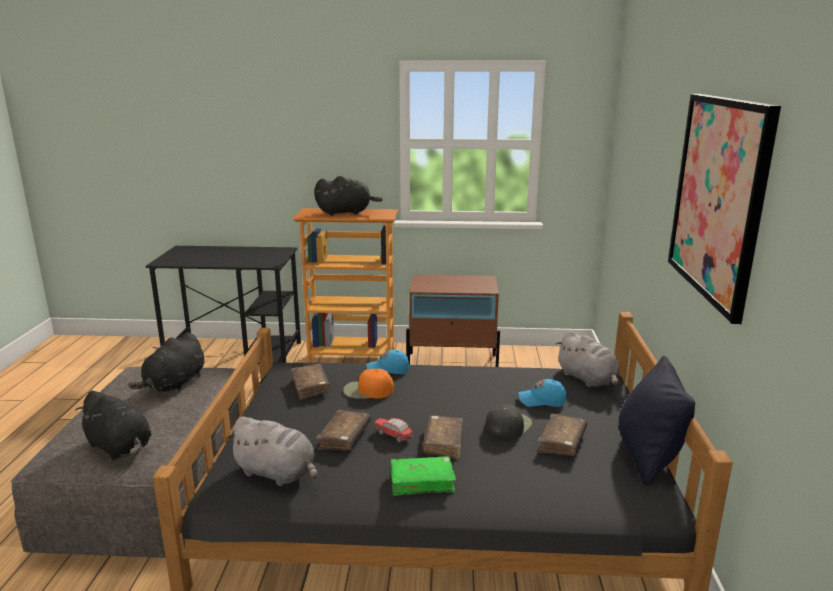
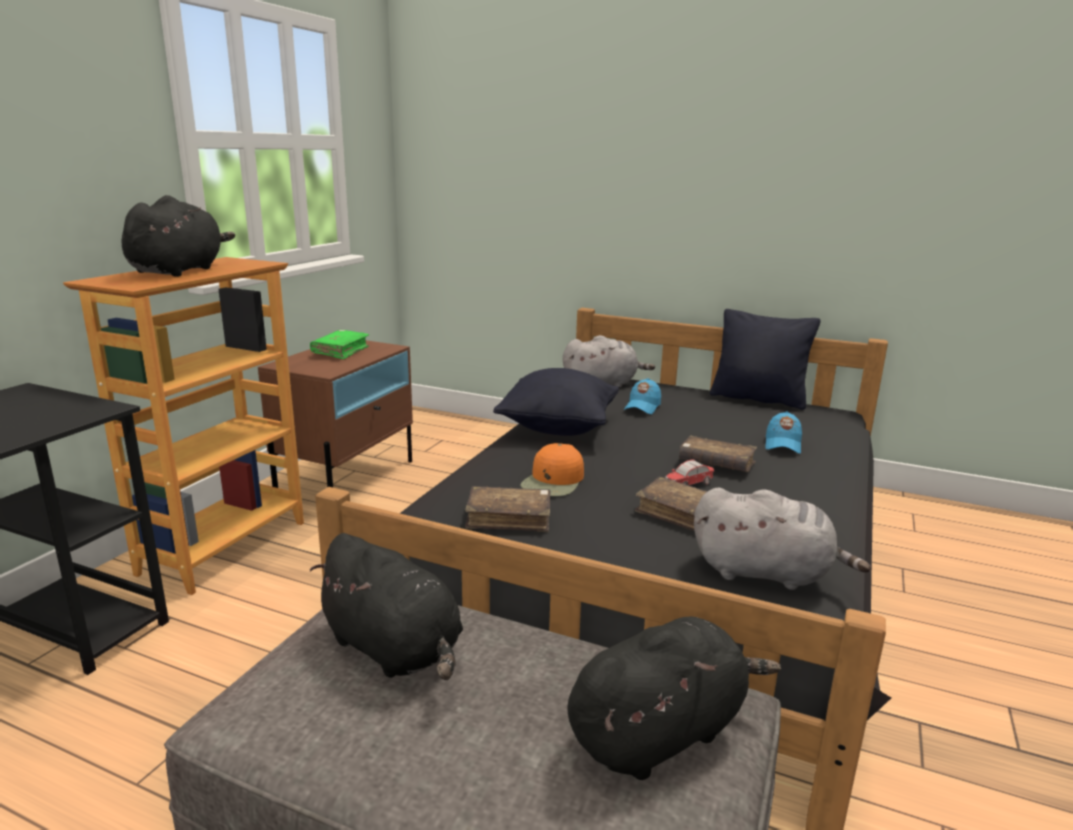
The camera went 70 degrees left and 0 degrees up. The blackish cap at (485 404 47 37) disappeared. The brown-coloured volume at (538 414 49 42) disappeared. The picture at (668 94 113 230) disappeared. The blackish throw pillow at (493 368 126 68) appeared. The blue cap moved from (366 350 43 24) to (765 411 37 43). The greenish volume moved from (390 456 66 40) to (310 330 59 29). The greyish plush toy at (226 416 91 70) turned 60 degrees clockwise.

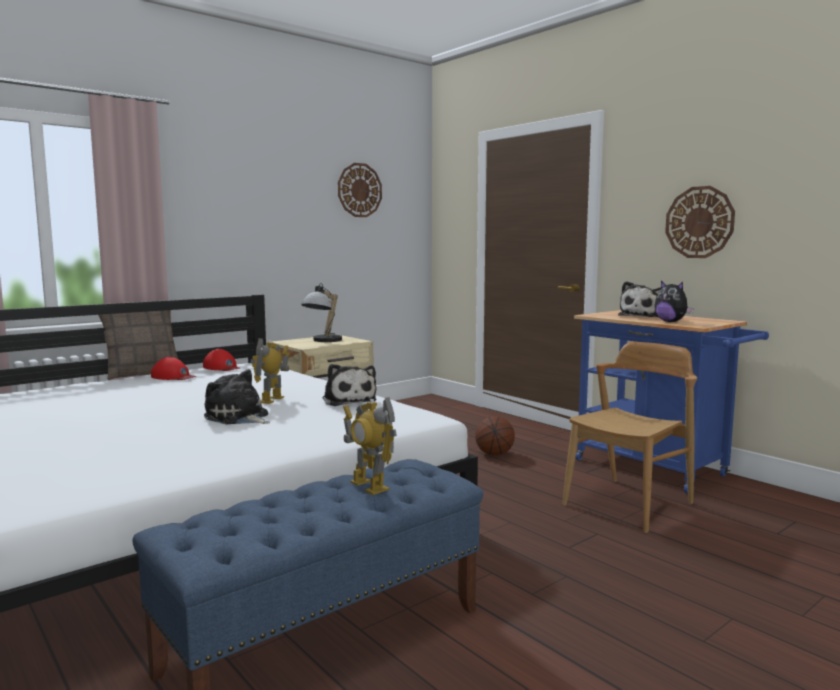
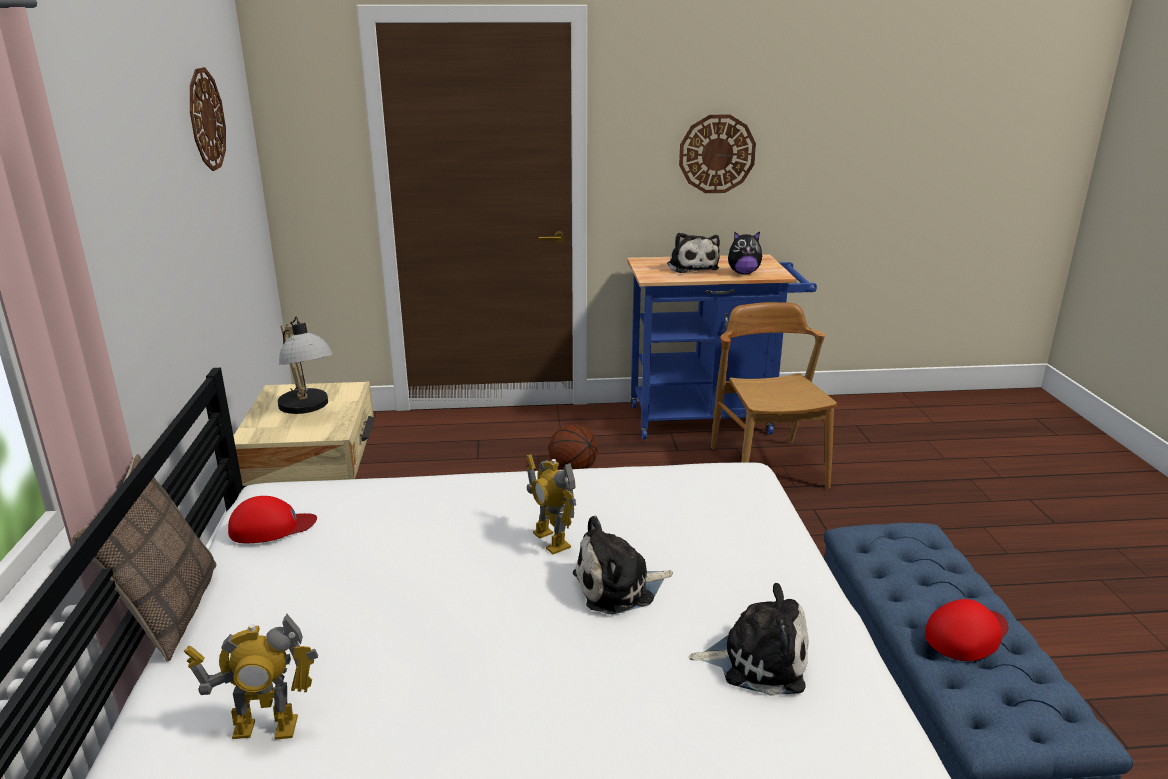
The camera went 55 degrees left and 15 degrees up. The reddish cap moved from (151 357 45 23) to (925 599 83 62). The plush toy moved from (323 364 54 42) to (689 583 120 113). The toy robot moved from (343 397 54 98) to (184 614 134 126).

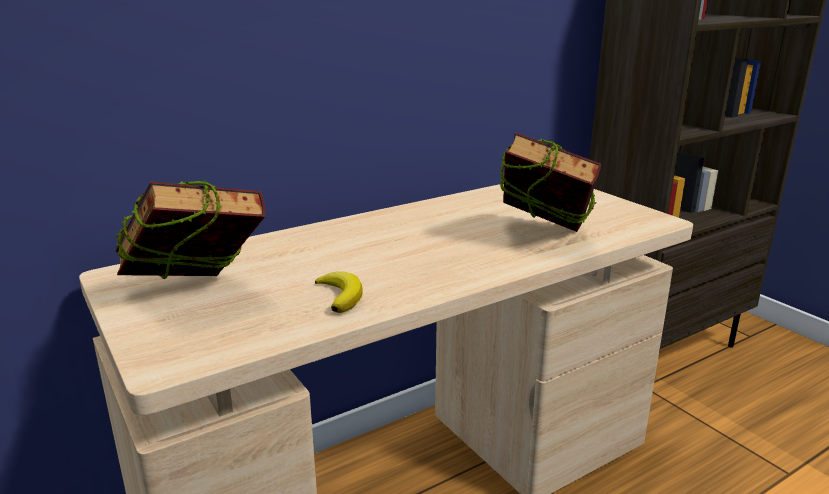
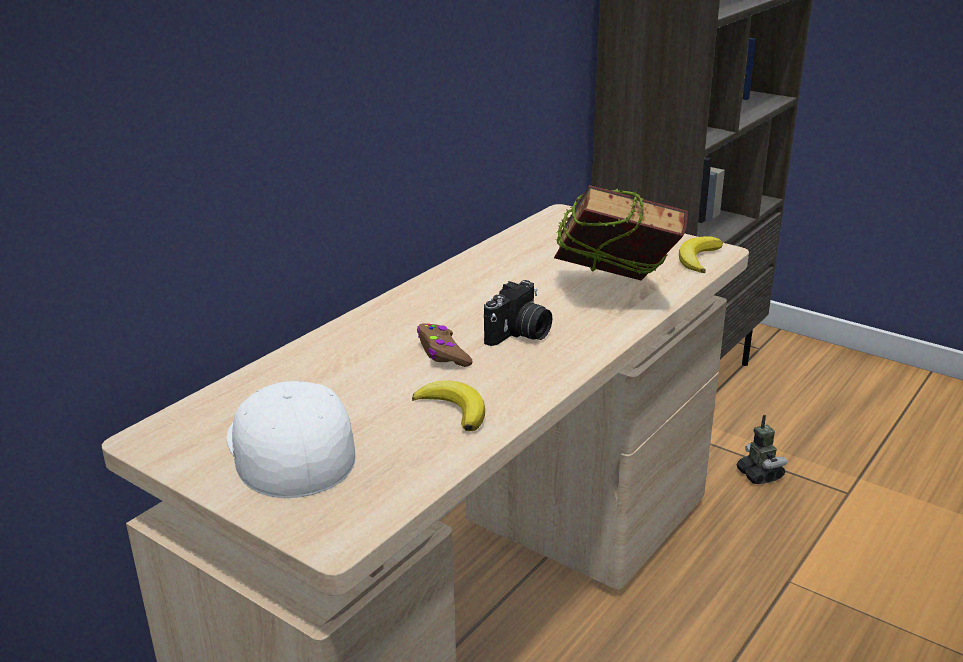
The camera went 20 degrees left and 5 degrees up. The brown-coloured game controller at (417 323 56 44) appeared. The still camera at (484 280 68 66) appeared. The whole banana at (679 236 44 37) appeared. The toy robot at (736 415 51 69) appeared. The volume at (115 180 150 99) was replaced by the white cap at (227 381 129 117).

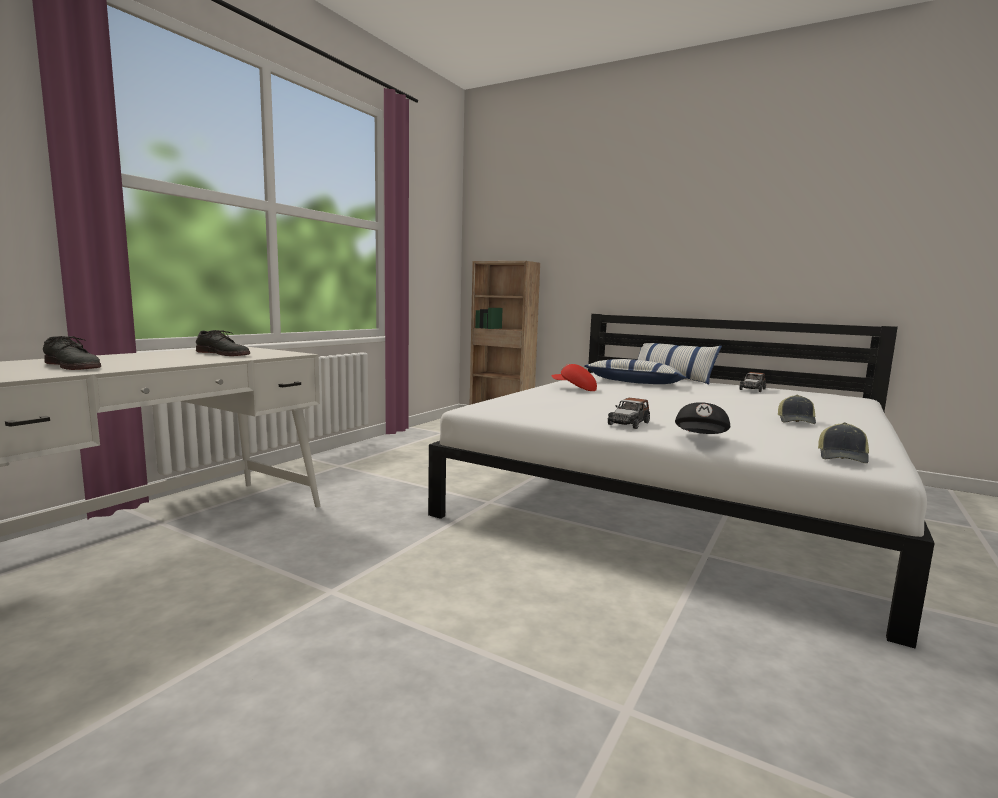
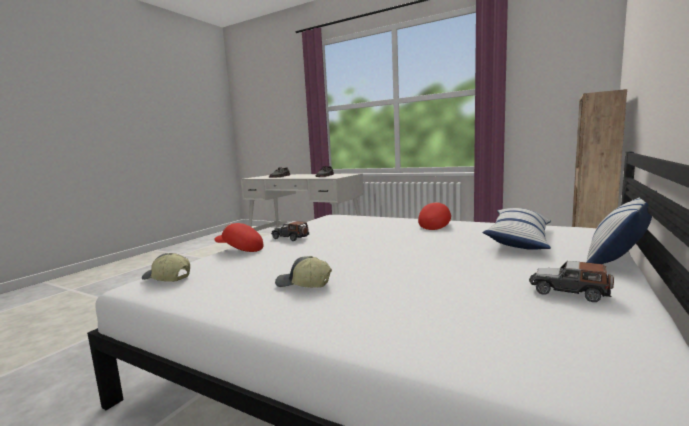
The camera went 90 degrees right and 0 degrees up. The blackish cap at (675 402 55 32) became the reddish cap at (215 223 48 29).

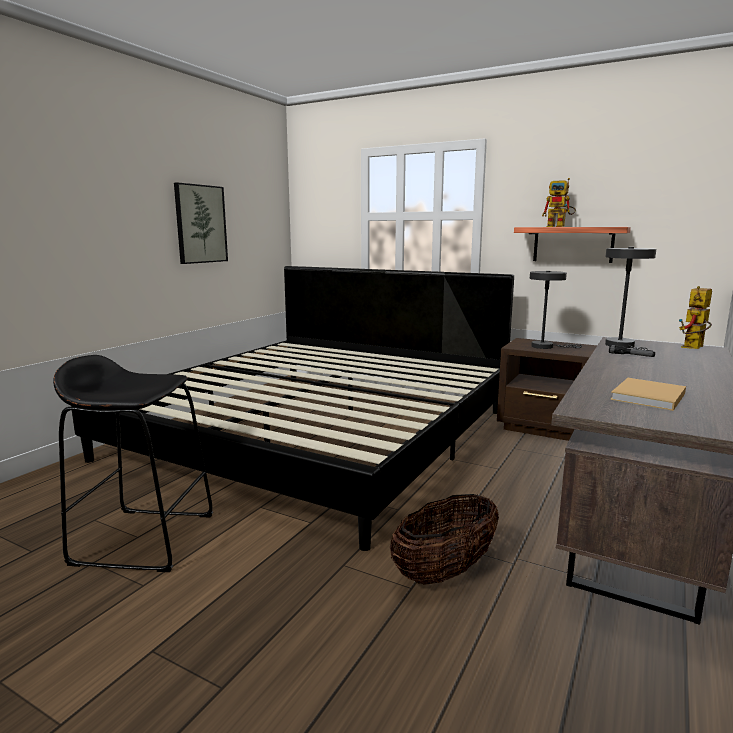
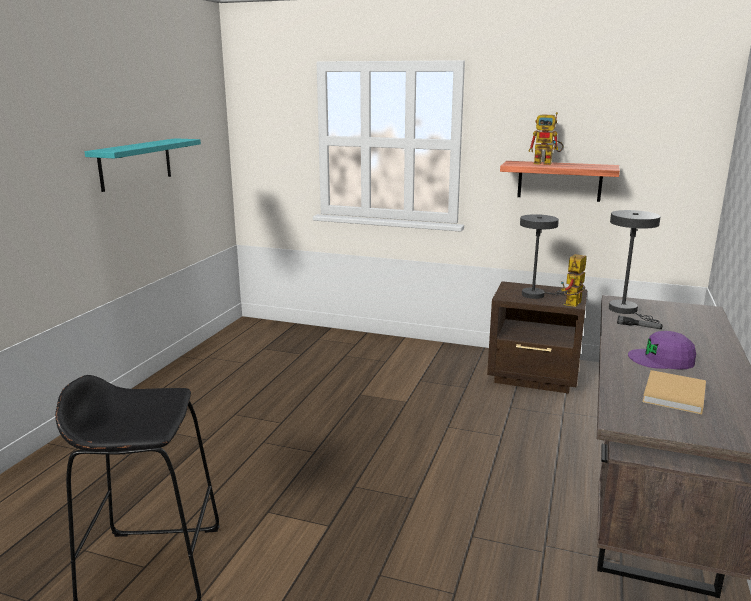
The camera went 10 degrees left and 5 degrees up. The sleeping bed at (71 266 443 285) disappeared. The storage basket at (390 494 109 91) disappeared. The purplish cap at (628 331 68 39) appeared. The toy robot moved from (679 286 33 63) to (561 254 26 53). The picture at (174 182 54 82) was replaced by the blue-green shelf at (85 138 116 54).

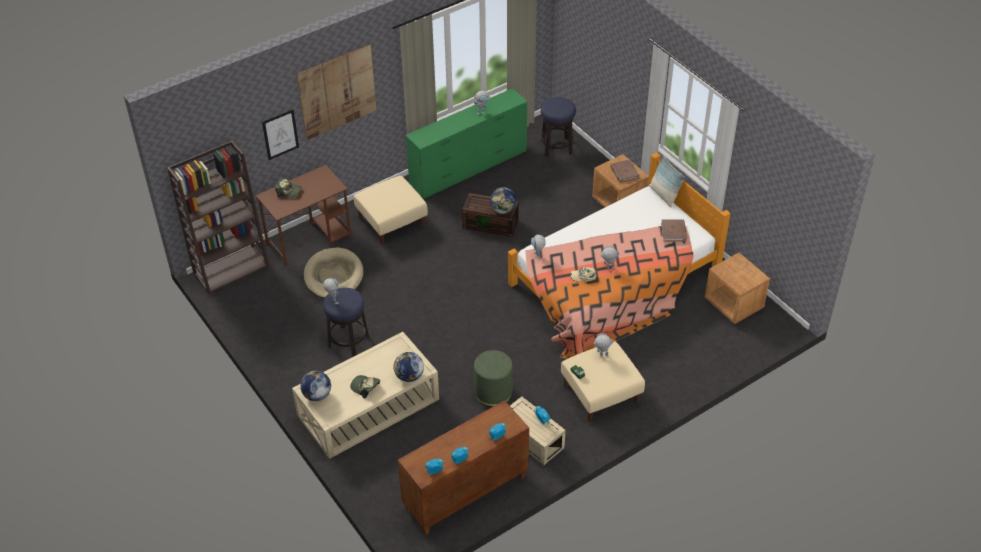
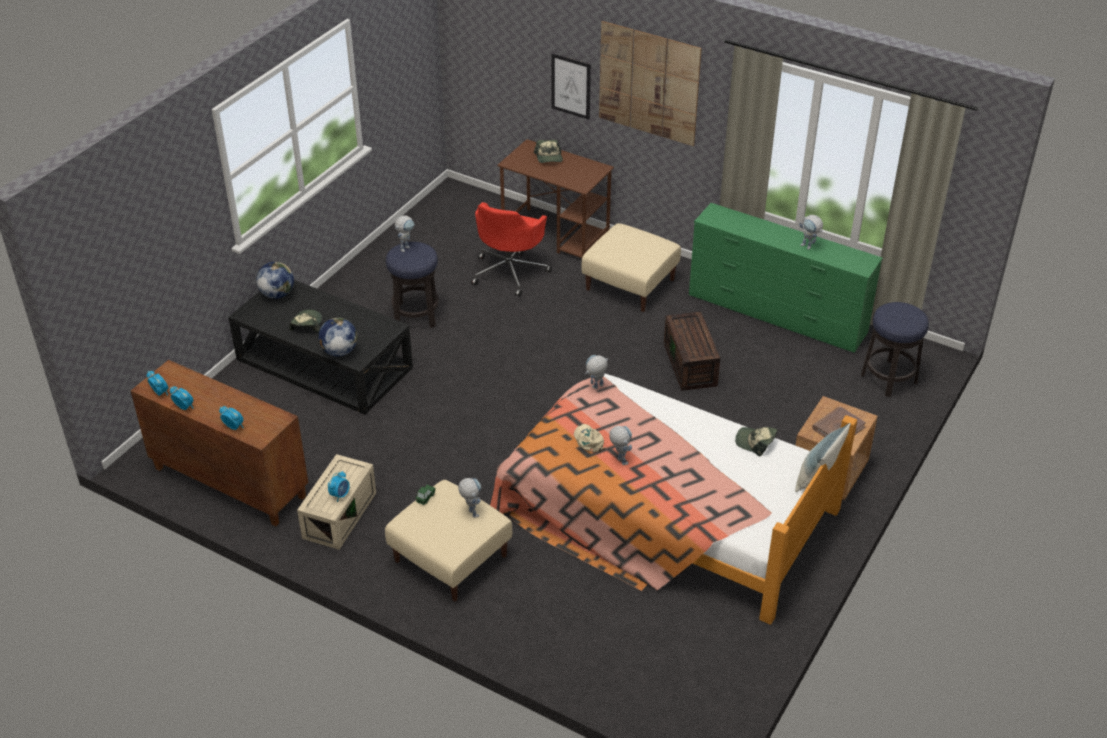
The camera went 65 degrees right and 5 degrees down. The brown-coloured bookshelf at (167 140 103 155) disappeared. The greenish ottoman at (474 350 39 56) disappeared. The world globe at (490 187 26 27) disappeared. The brown-coloured volume at (661 219 26 23) disappeared. The brown-coloured night table at (705 253 65 71) disappeared. The cap at (735 427 43 29) appeared. The beige dog bed at (304 247 59 51) was replaced by the reddish desk chair at (471 202 81 94). The beige low table at (292 332 147 127) became the blackish low table at (228 280 185 135).

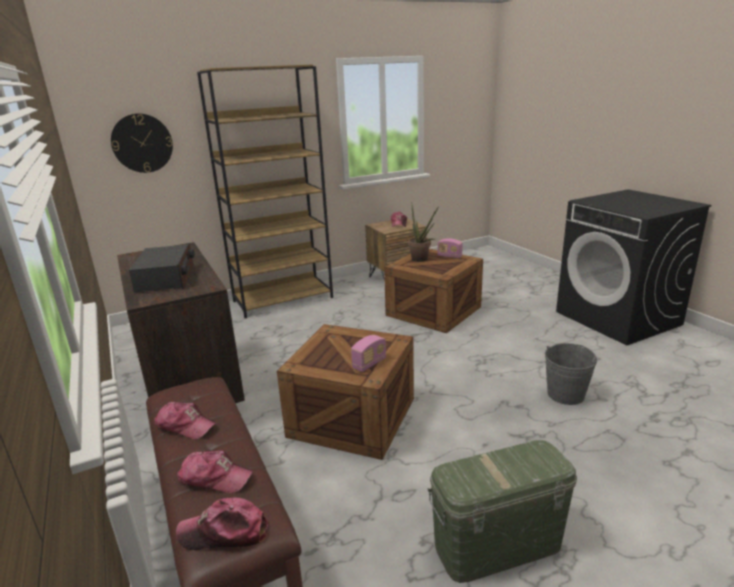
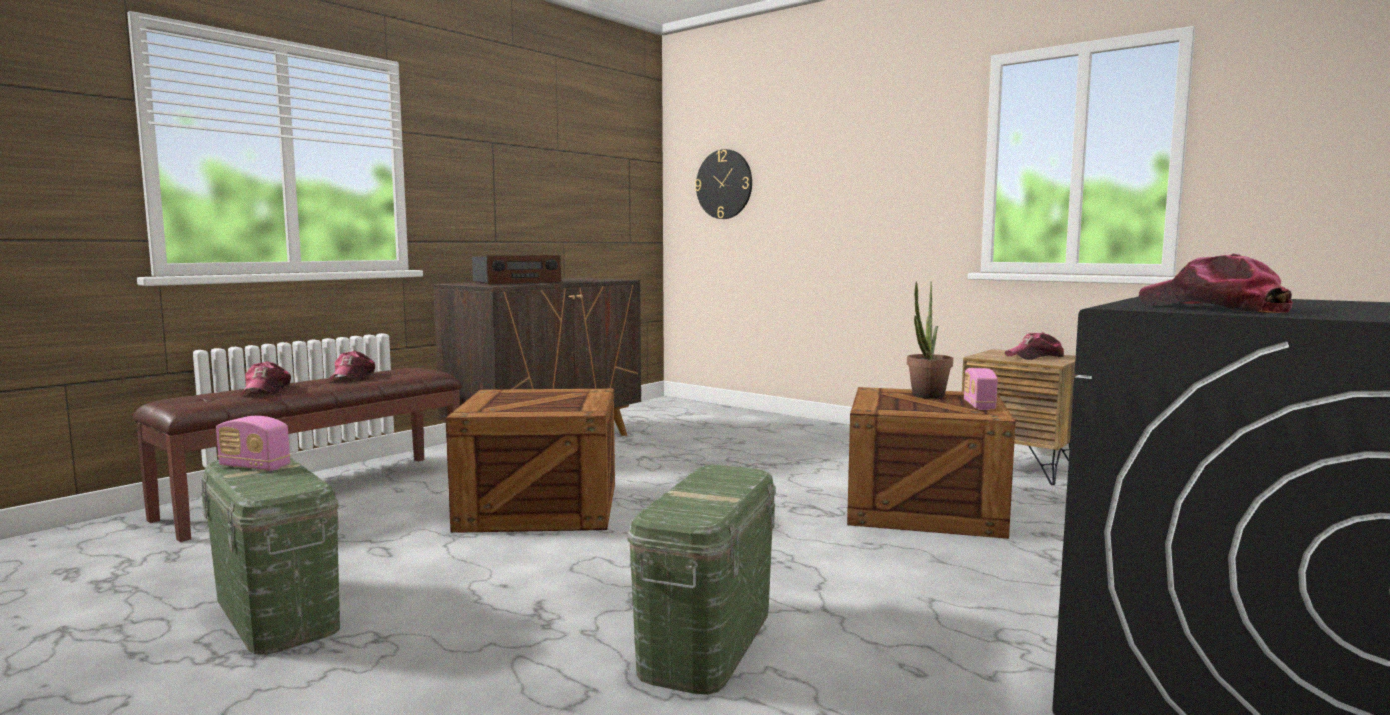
The camera went 65 degrees right and 15 degrees down. The brown-coloured bookshelf at (197 65 136 253) disappeared. The cap moved from (176 498 92 52) to (1139 253 154 60). The radio moved from (351 335 35 37) to (216 416 74 55). The greyish water bucket at (545 343 52 62) was replaced by the greenish storage container at (627 465 149 230).

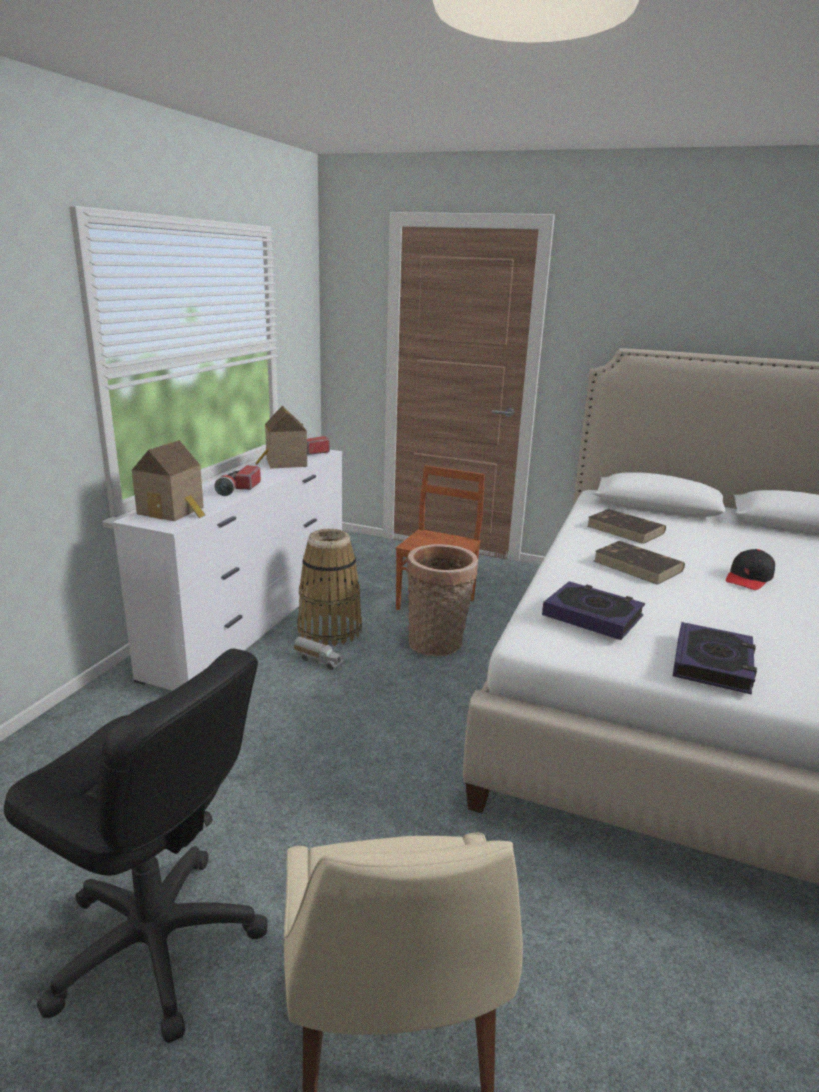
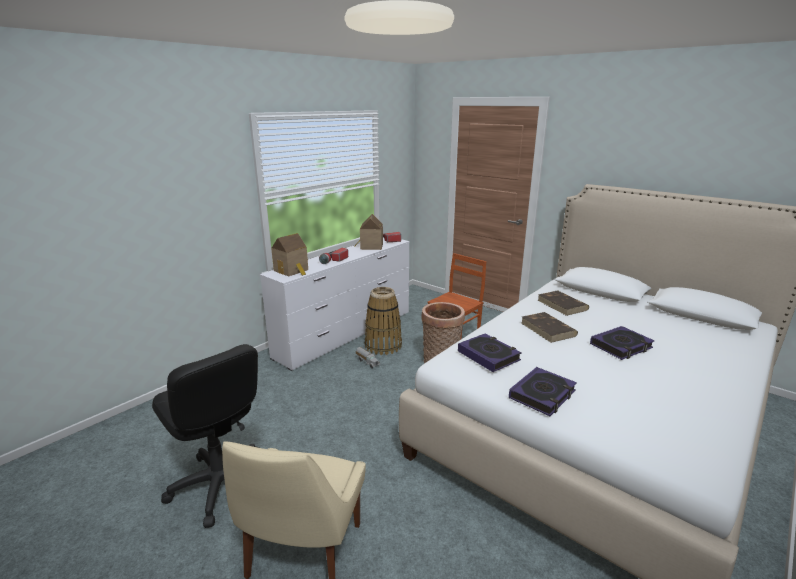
The camera went 20 degrees right and 0 degrees up. The blackish cap at (726 549 49 41) was replaced by the volume at (590 326 64 34).

